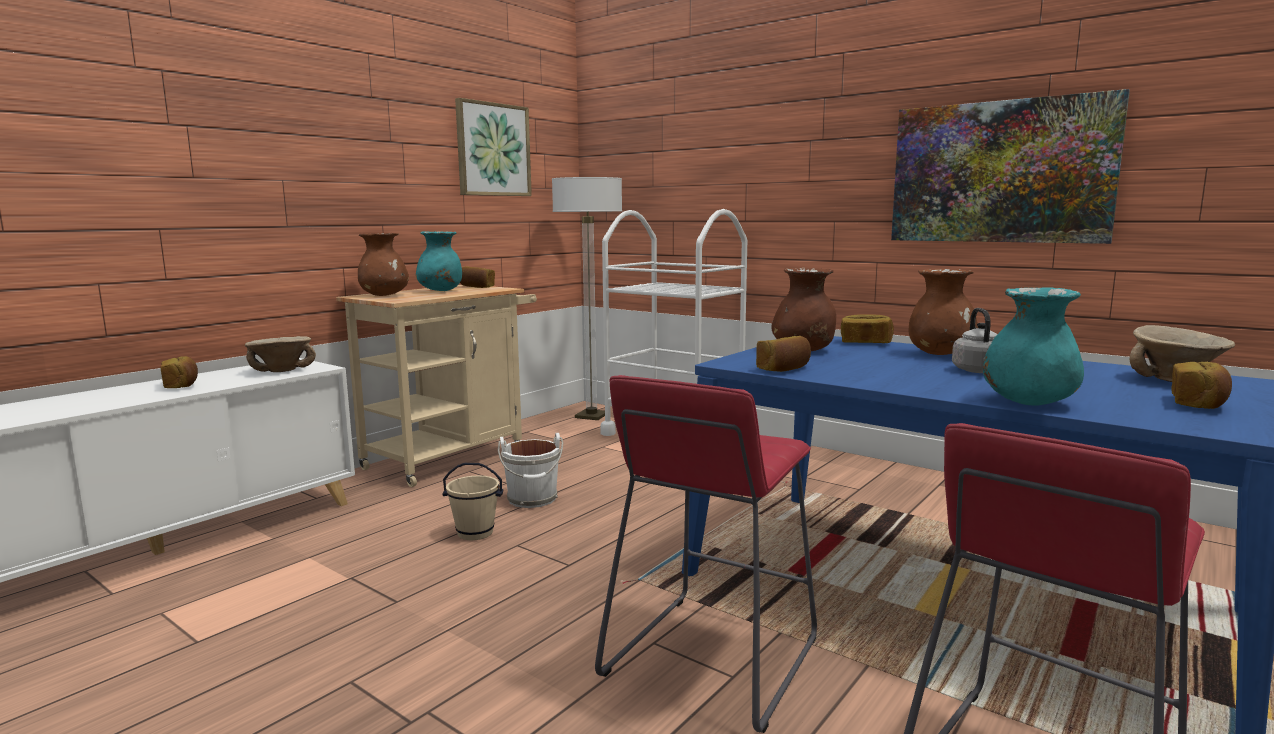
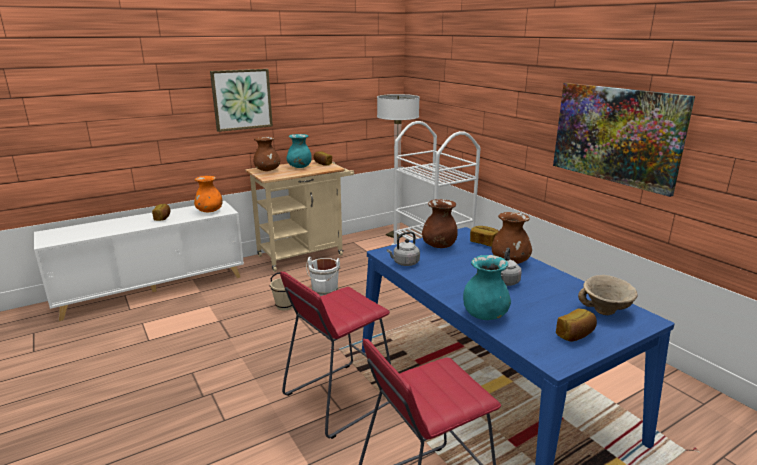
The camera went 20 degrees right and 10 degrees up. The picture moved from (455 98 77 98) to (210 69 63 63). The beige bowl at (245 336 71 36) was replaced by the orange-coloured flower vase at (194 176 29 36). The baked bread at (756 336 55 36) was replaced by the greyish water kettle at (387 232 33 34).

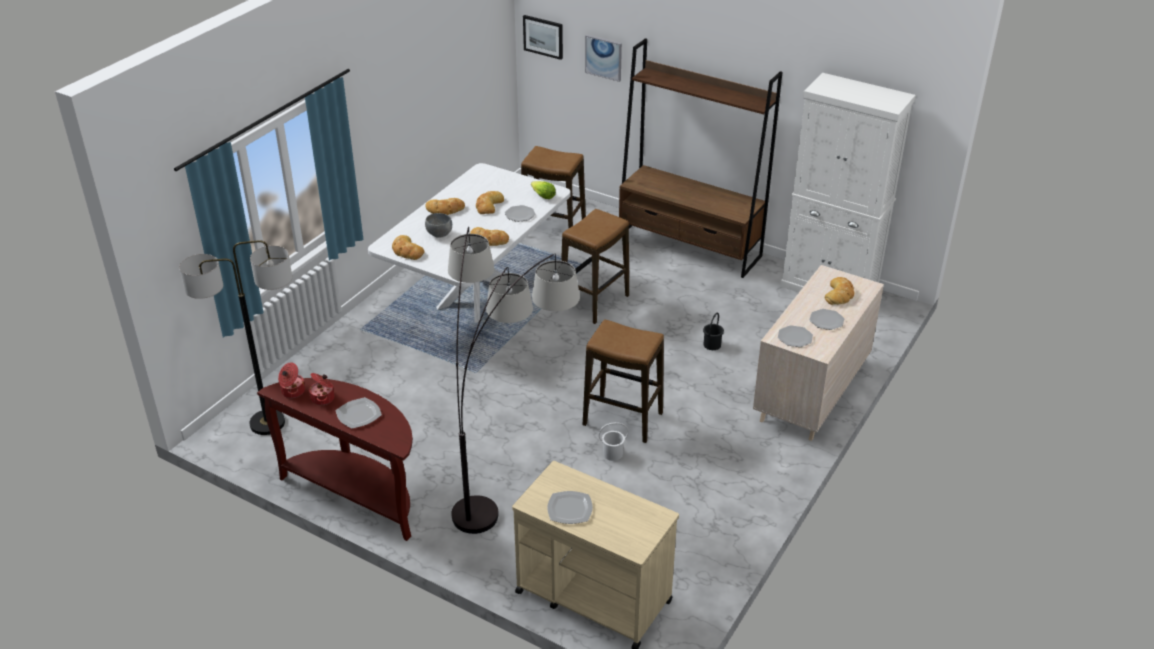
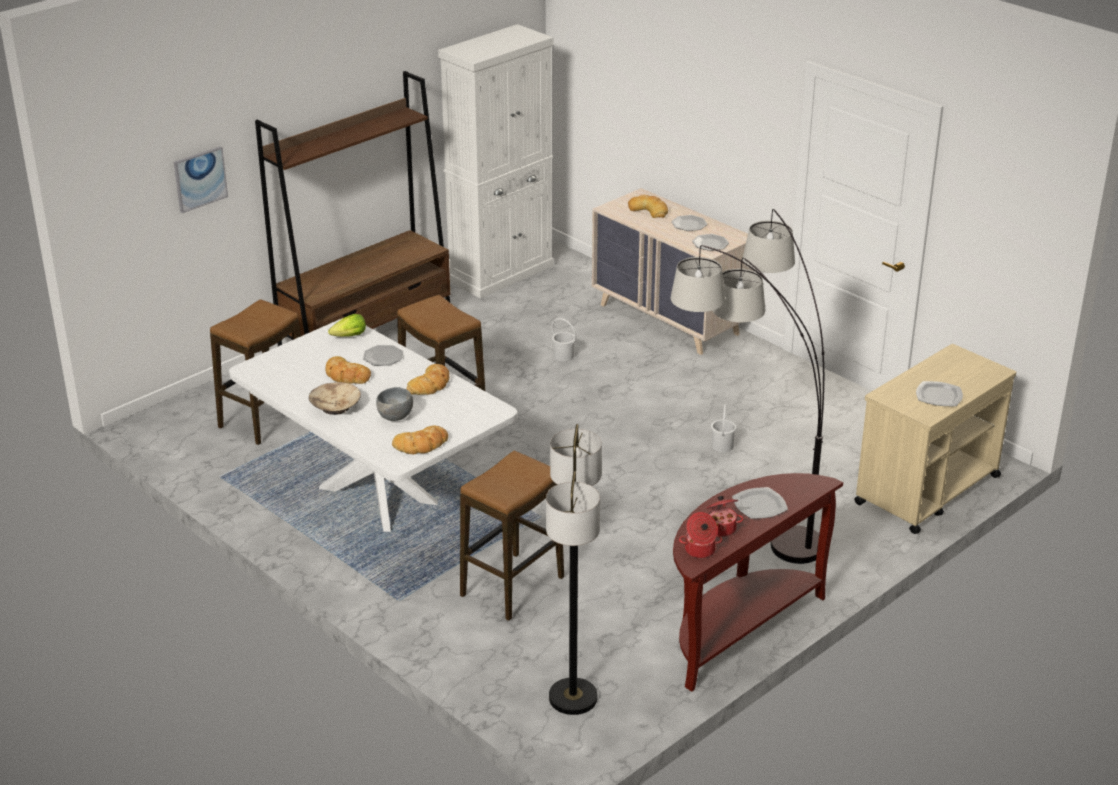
The camera went 75 degrees left and 5 degrees down. The picture at (523 15 40 45) disappeared. The stool moved from (582 319 82 124) to (460 451 104 170). The baked bread at (426 198 39 17) was replaced by the beige bowl at (309 382 52 33). The blackish water bucket at (703 313 21 37) became the white water bucket at (552 318 24 44).

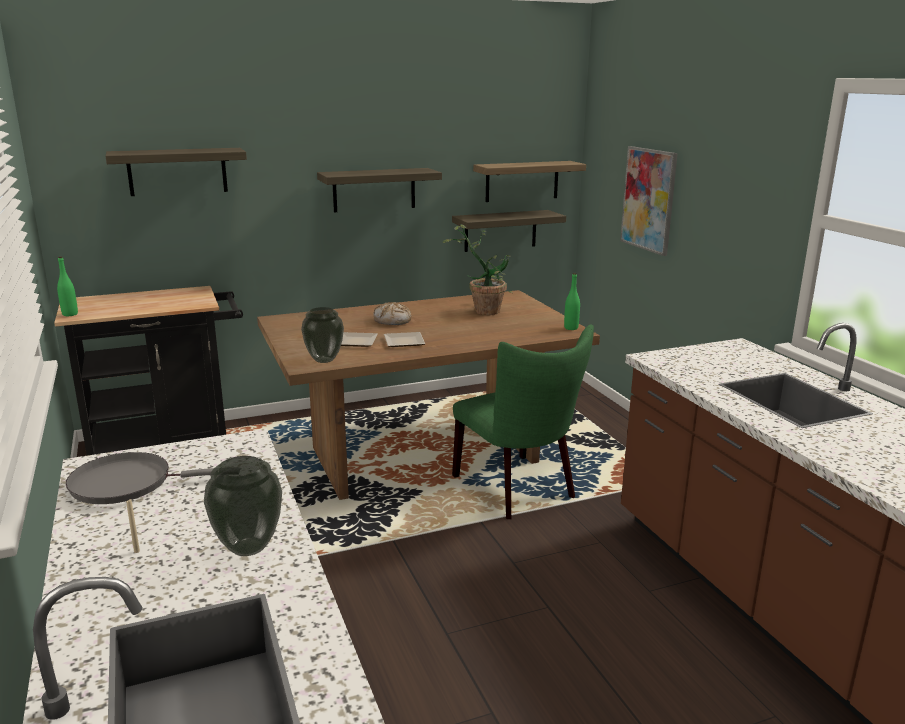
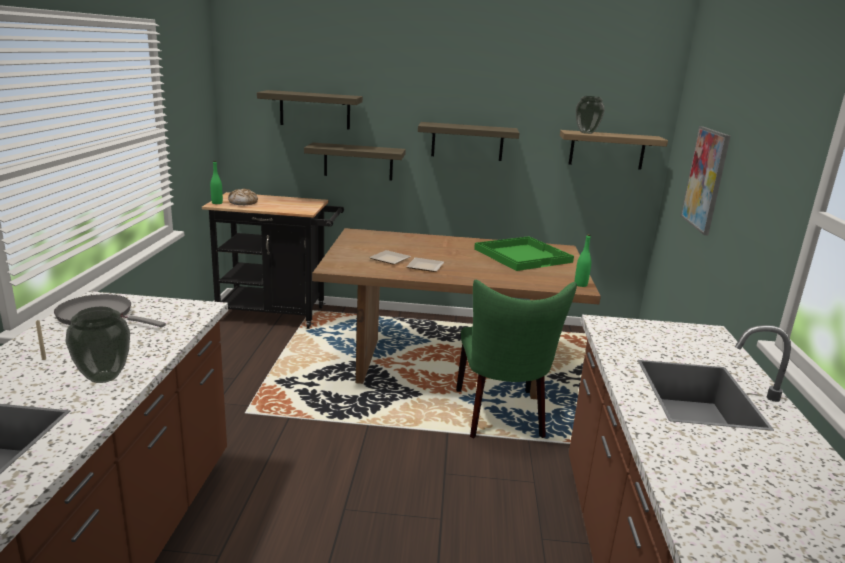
The camera went 25 degrees right and 0 degrees up. The flower vase moved from (301 307 43 56) to (576 96 29 38). The baked bread moved from (373 302 39 23) to (228 189 30 16). The shelf moved from (452 210 114 42) to (304 143 102 38). The potted plant at (443 224 70 91) was replaced by the greenish tray at (474 236 100 35).

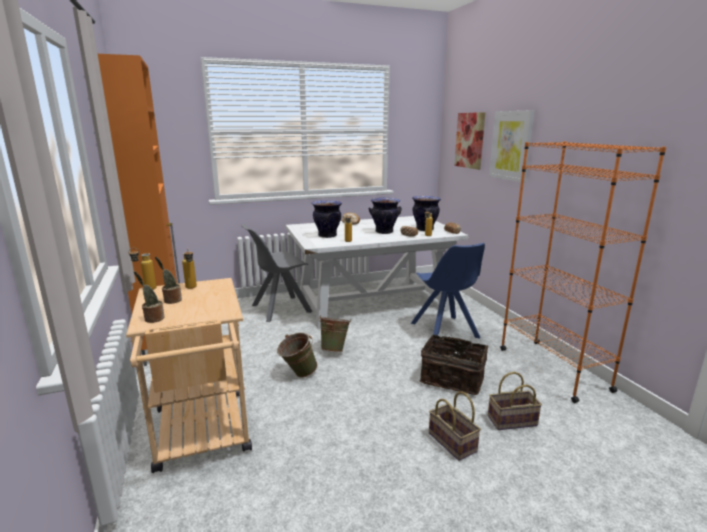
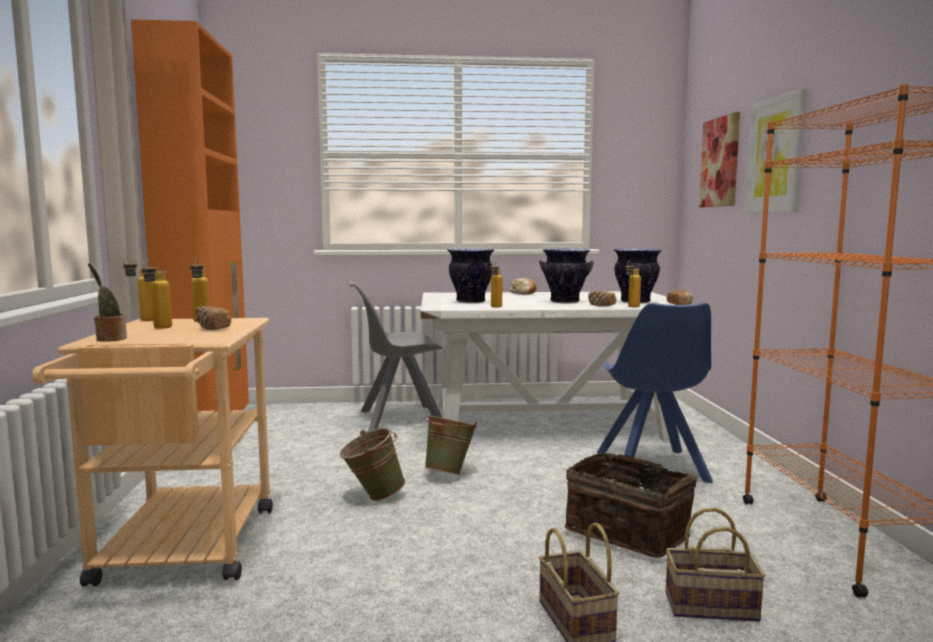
The camera went 15 degrees right and 10 degrees down. The baked bread at (196 306 35 24) appeared. The potted plant at (155 257 27 47) was replaced by the beverage bottle at (142 260 30 69).

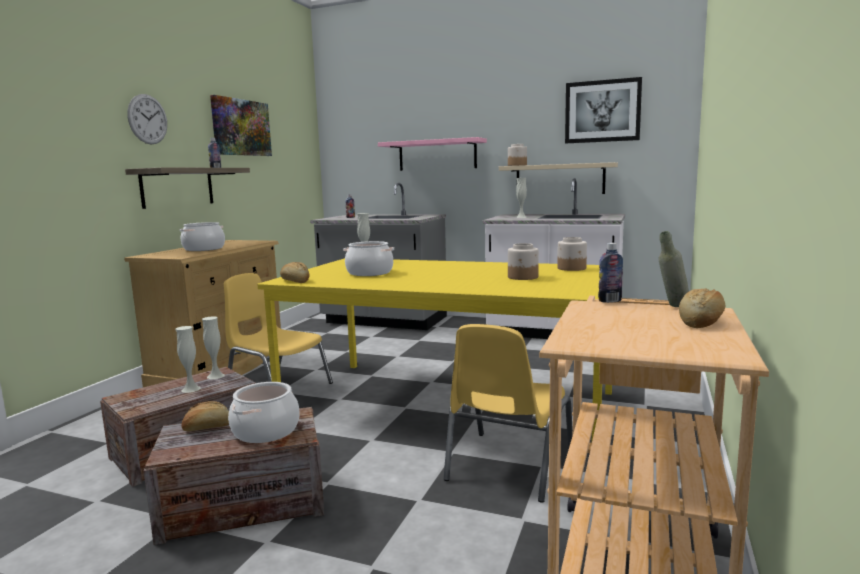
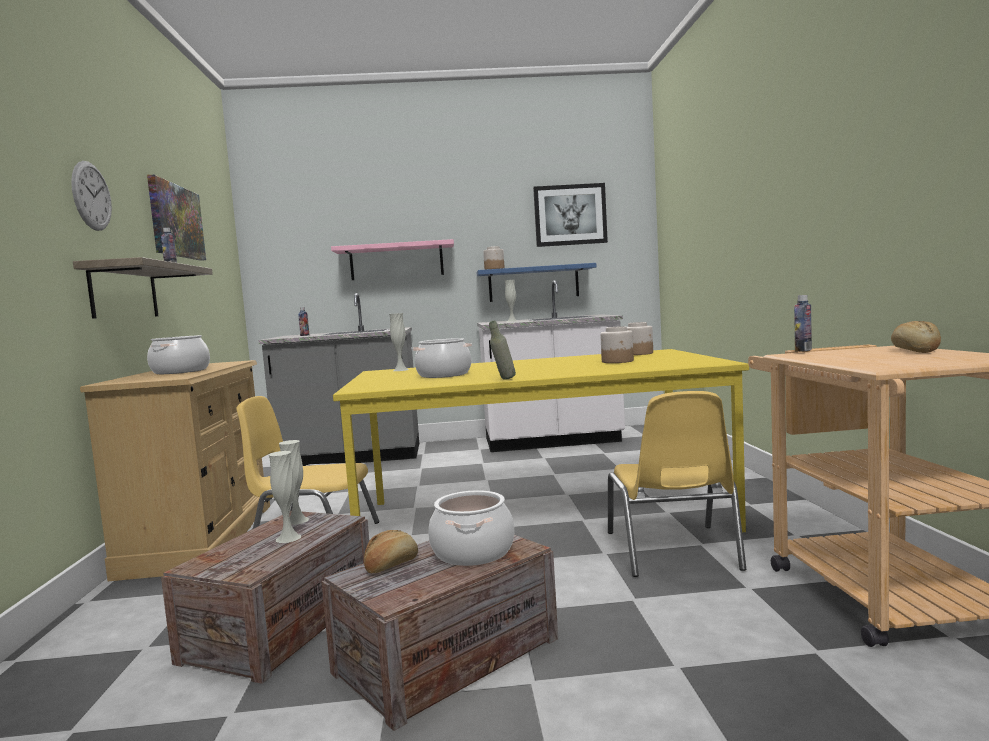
The camera went 25 degrees left and 5 degrees down. The baked bread at (280 262 30 21) disappeared. The greyish beverage bottle moved from (659 231 30 76) to (489 321 27 59). The beige shelf at (499 162 119 32) became the blue shelf at (477 263 119 39).

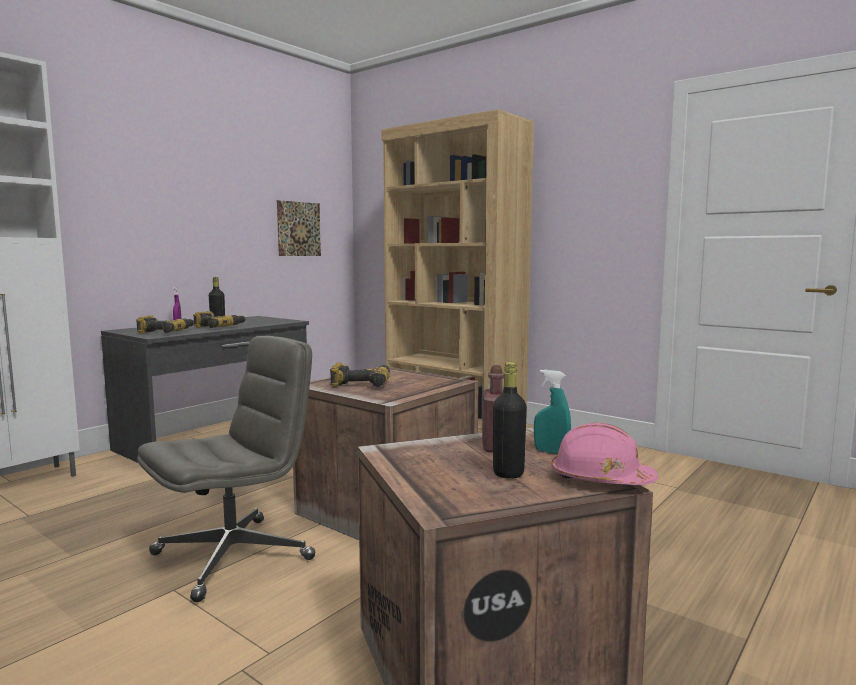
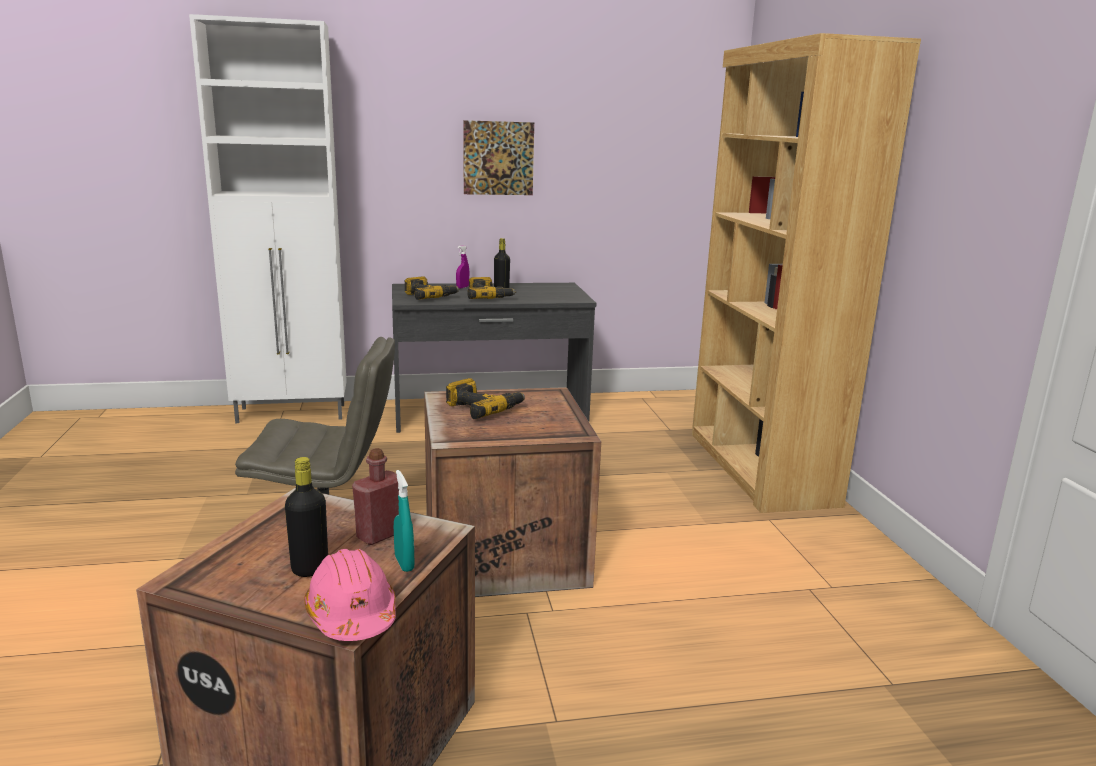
The camera went 40 degrees right and 10 degrees up. The picture moved from (277 200 44 56) to (463 120 71 75).

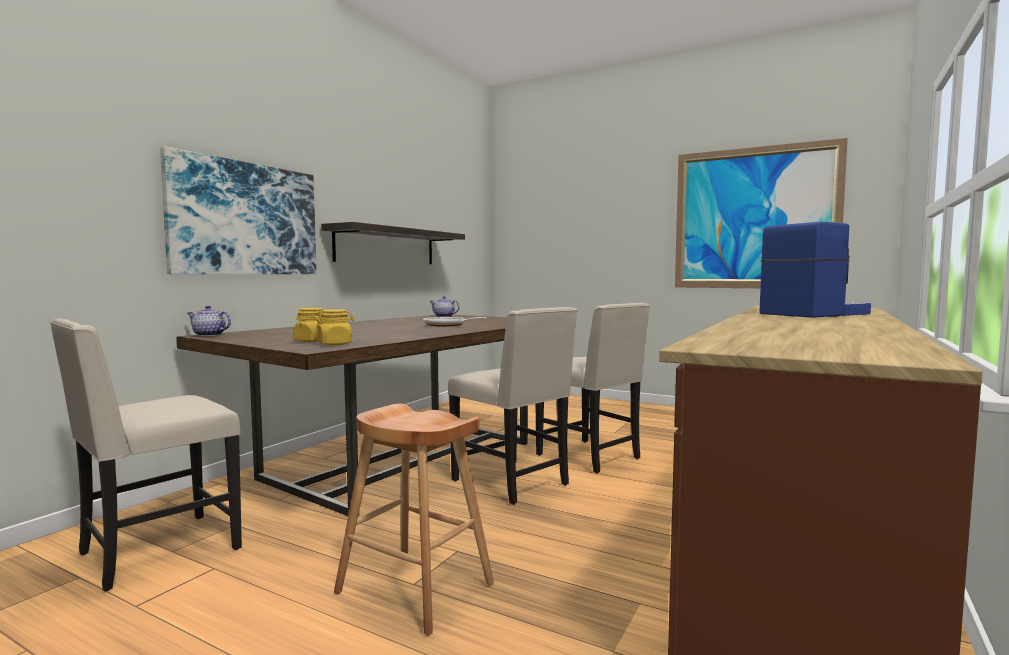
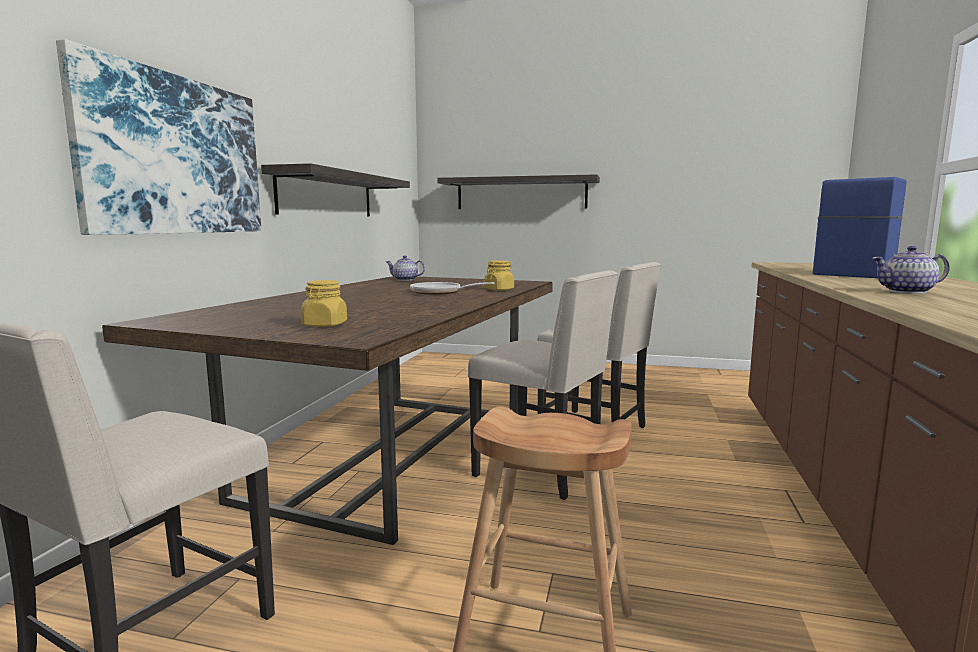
The camera went 15 degrees left and 5 degrees up. The picture at (675 138 173 150) disappeared. The shelf at (437 174 163 35) appeared. The teapot moved from (187 306 44 30) to (872 246 78 48). The yellowish preserve jar moved from (315 309 40 37) to (484 260 30 31).

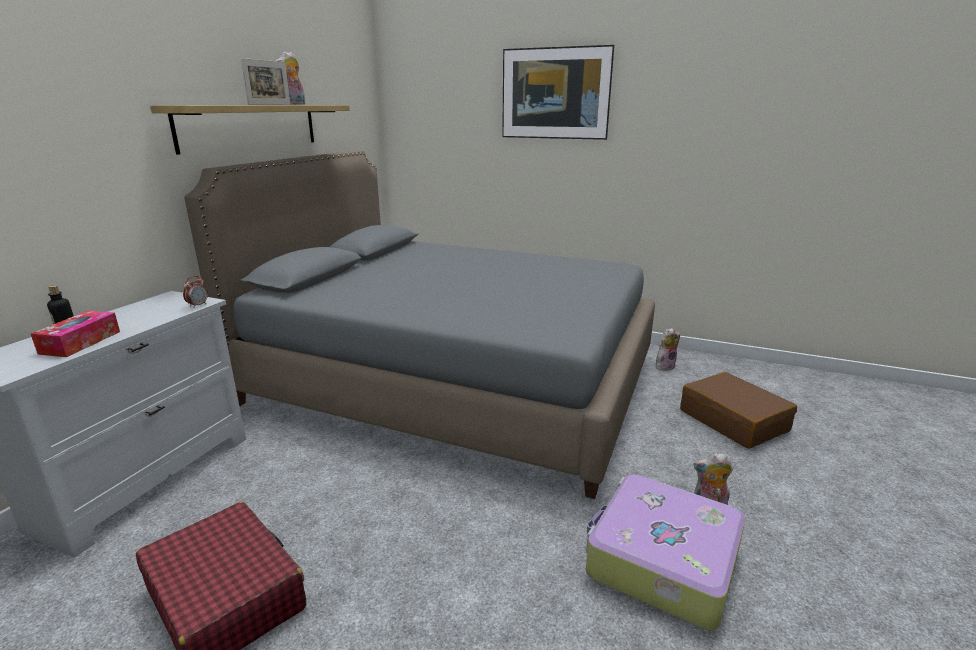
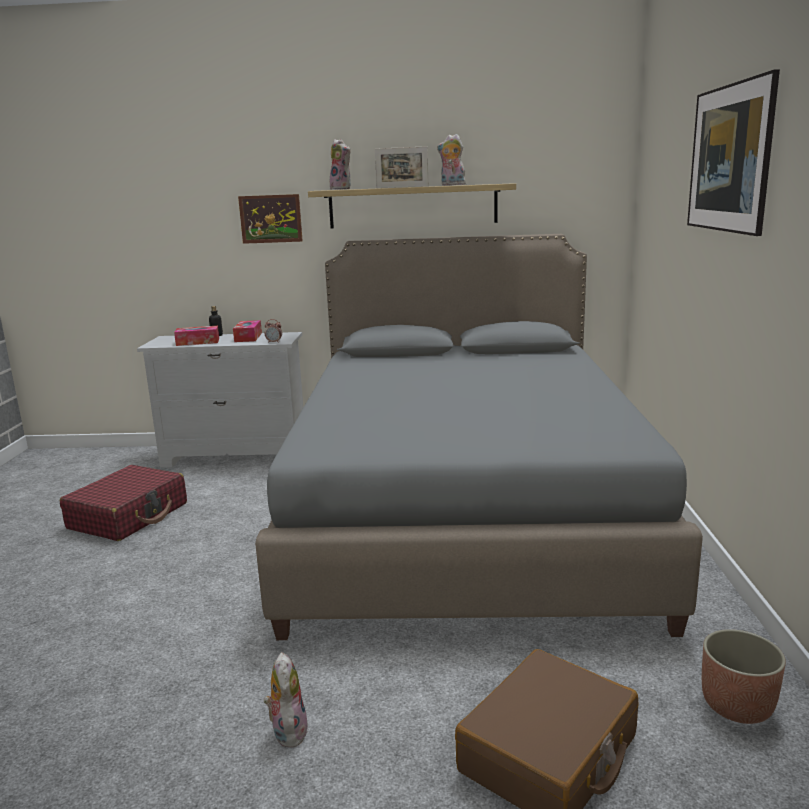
The camera went 70 degrees right and 5 degrees down. The suitcase at (586 475 160 156) disappeared. The tissue box at (233 320 29 22) appeared. The picture at (238 194 65 50) appeared. The planter at (702 629 84 95) appeared. The plush toy moved from (656 328 24 43) to (330 139 21 51).

